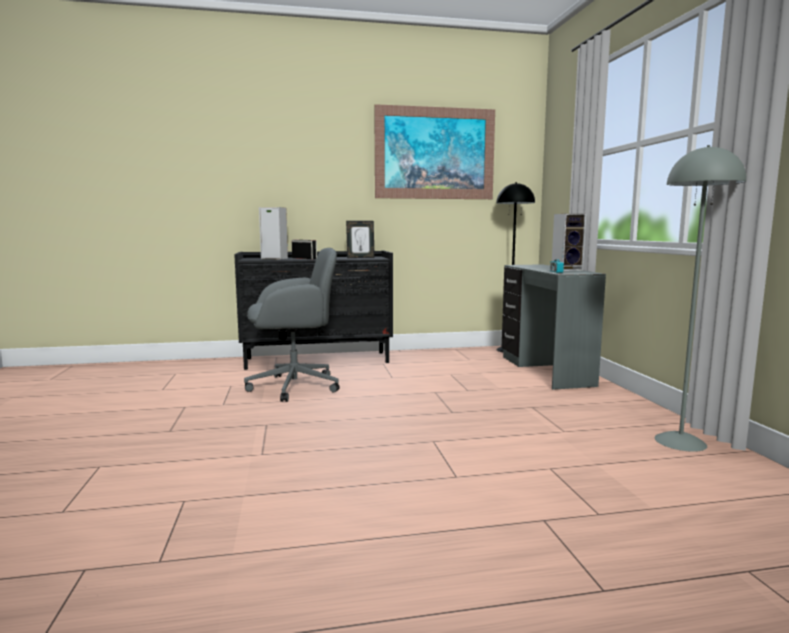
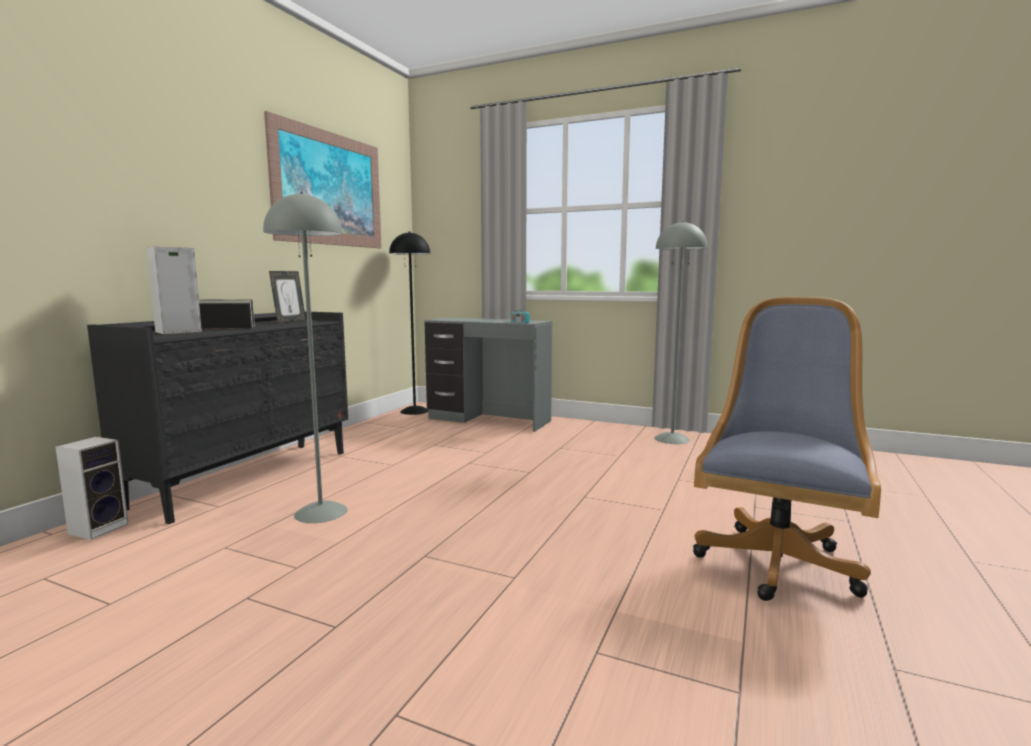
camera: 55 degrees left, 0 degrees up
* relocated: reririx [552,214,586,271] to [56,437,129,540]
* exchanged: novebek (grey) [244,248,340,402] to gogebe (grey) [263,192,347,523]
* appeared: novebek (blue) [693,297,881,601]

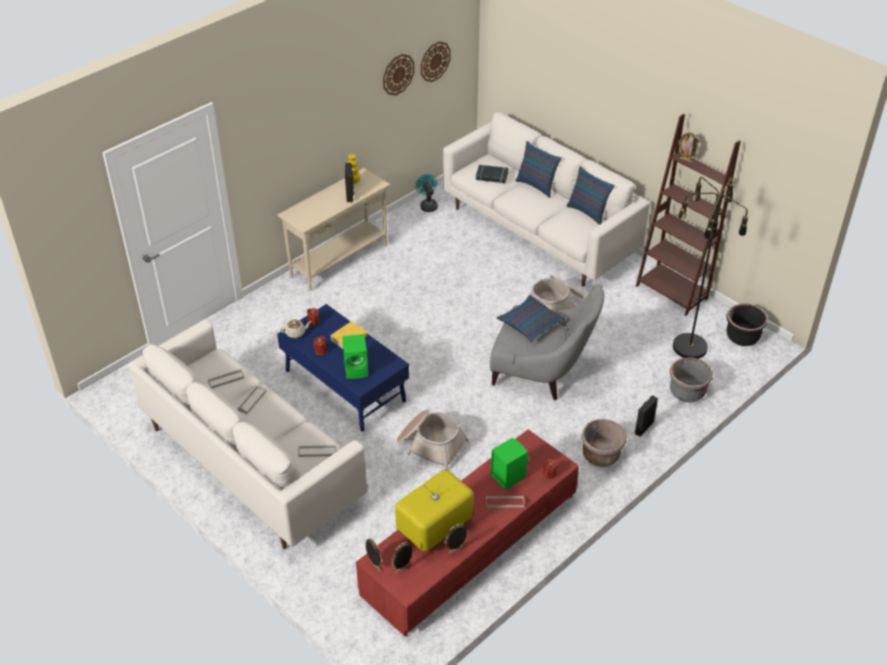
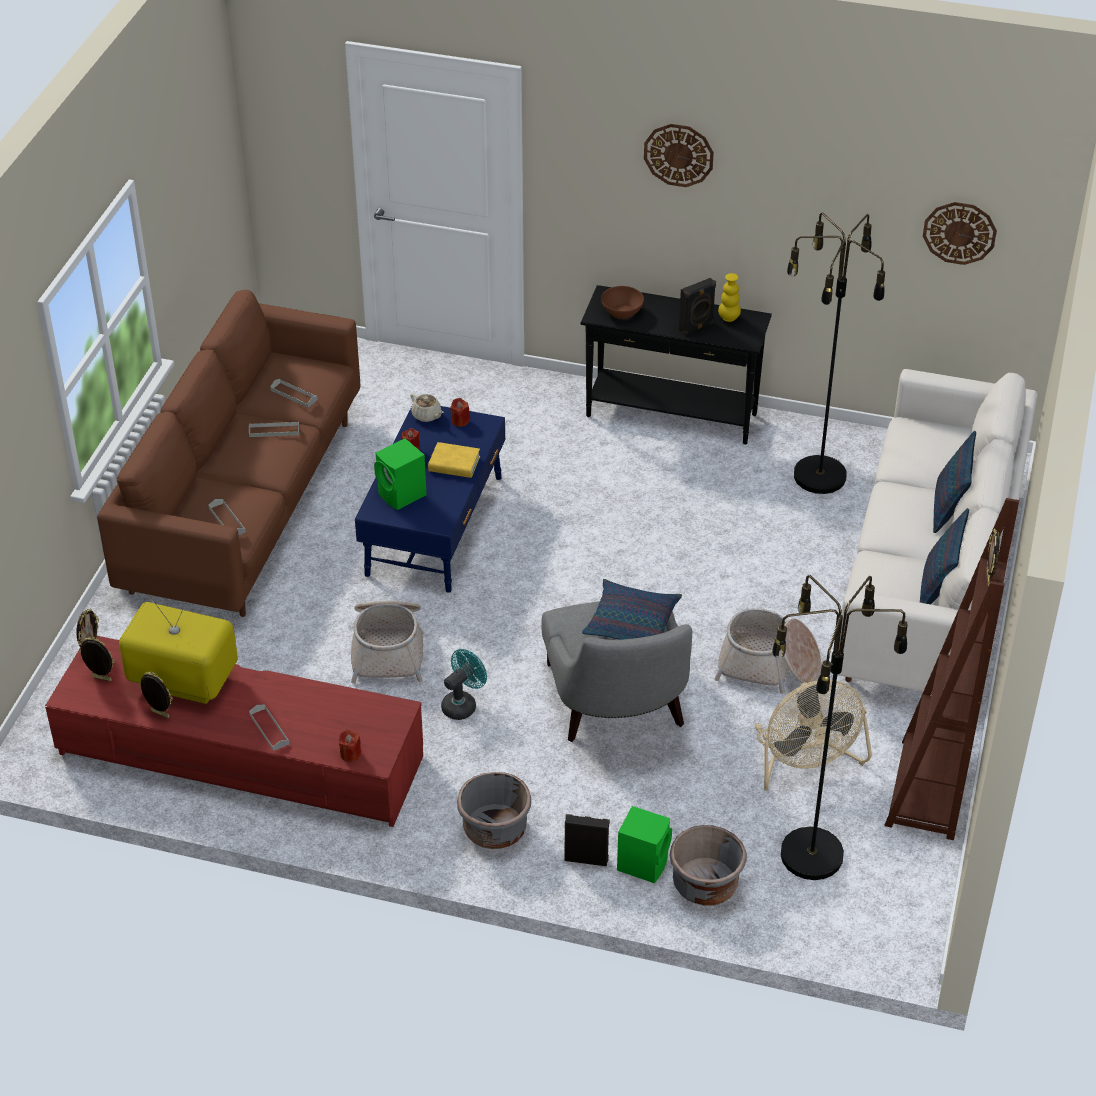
camera: 60 degrees right, 0 degrees up
* colour: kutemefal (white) [128,319,367,549] to kutemefal (brown) [97,290,360,617]
* relocated: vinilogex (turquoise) [415,174,438,212] to [441,649,487,720]
* colour: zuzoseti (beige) [277,168,390,291] to zuzoseti (black) [581,285,772,445]
* appeared: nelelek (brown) [601,286,644,319]
* relocated: reririx (green) [491,438,529,490] to [617,806,672,883]
* relocated: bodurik [383,54,414,96] to [644,124,714,187]
* appeared: vinilogex (beige) [755,680,872,791]
* appeared: gogebe [787,212,885,494]
* missing: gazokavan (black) [476,165,509,184]
* missing: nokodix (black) [726,304,768,346]

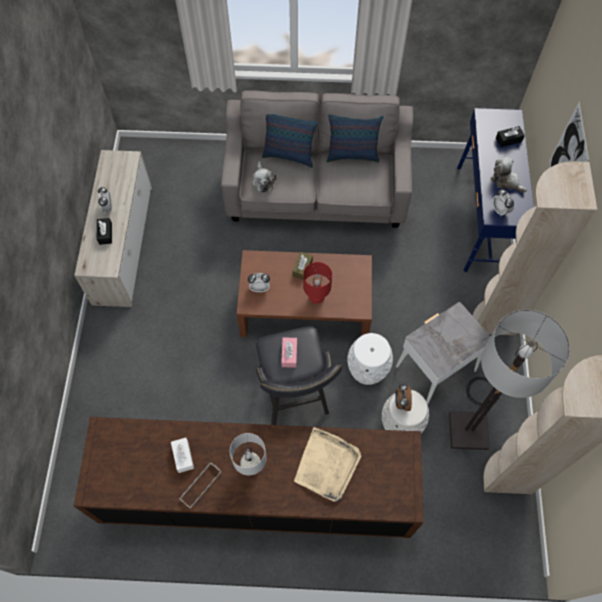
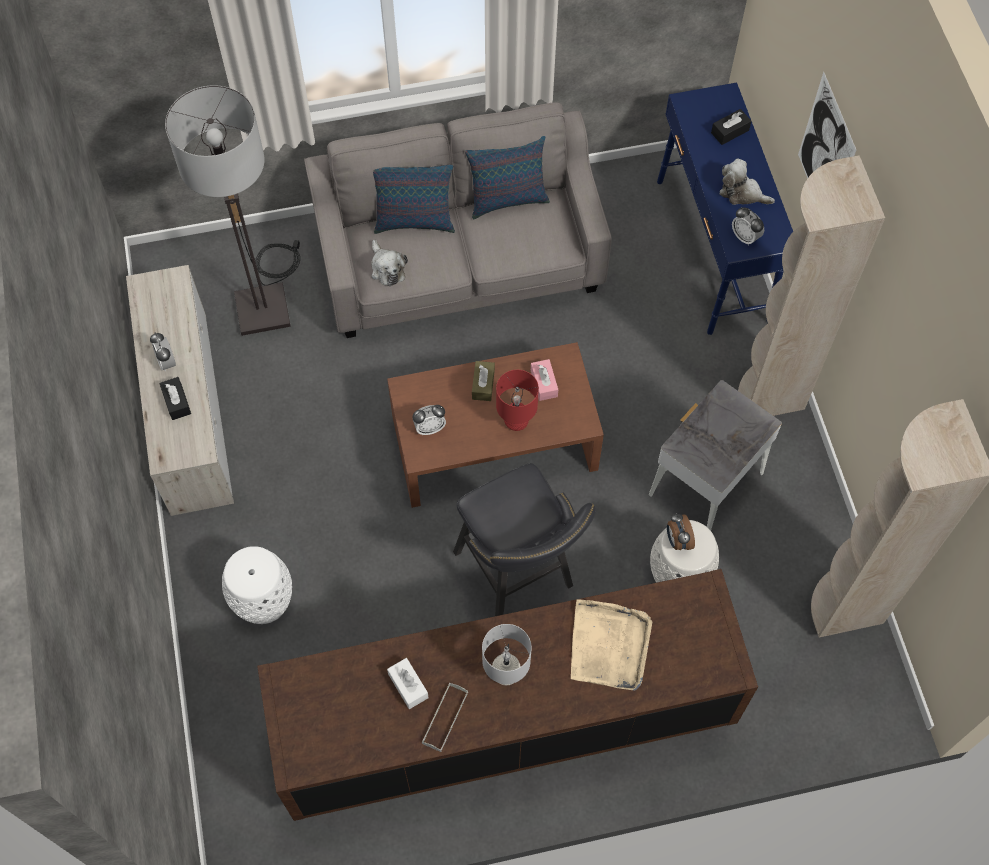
camera: 15 degrees left, 0 degrees up
* relocated: gogebe [449,310,570,450] to [165,85,300,336]
* relocated: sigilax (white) [347,333,393,385] to [222,546,292,624]
* relocated: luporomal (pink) [281,337,297,368] to [531,359,558,401]

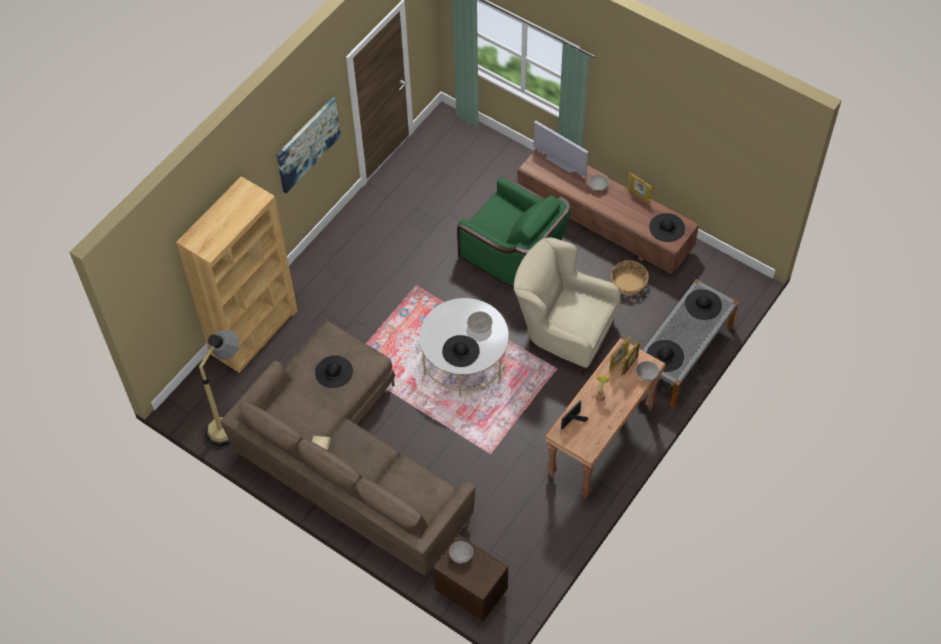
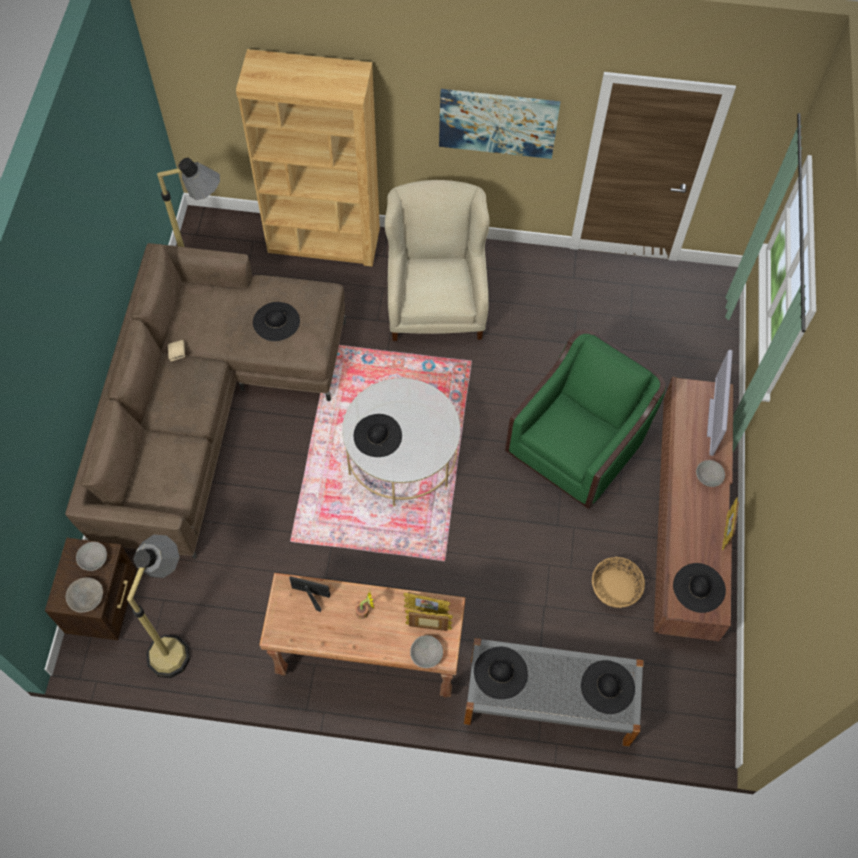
camera: 60 degrees right, 5 degrees up
* relocated: nelelek (grey) [467,311,493,333] to [66,577,103,613]
* appeared: gogebe [127,535,190,678]
* relocated: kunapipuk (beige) [514,238,621,375] to [385,180,489,341]
* spun: kunapipuk (green) [457,175,571,288] = [505,330,666,509] 150 degrees counterclockwise

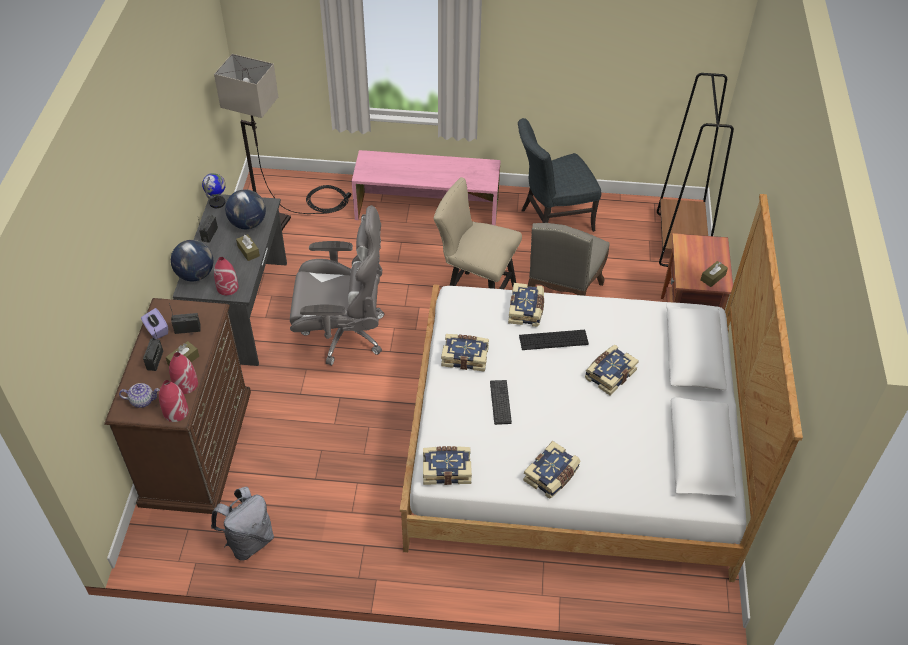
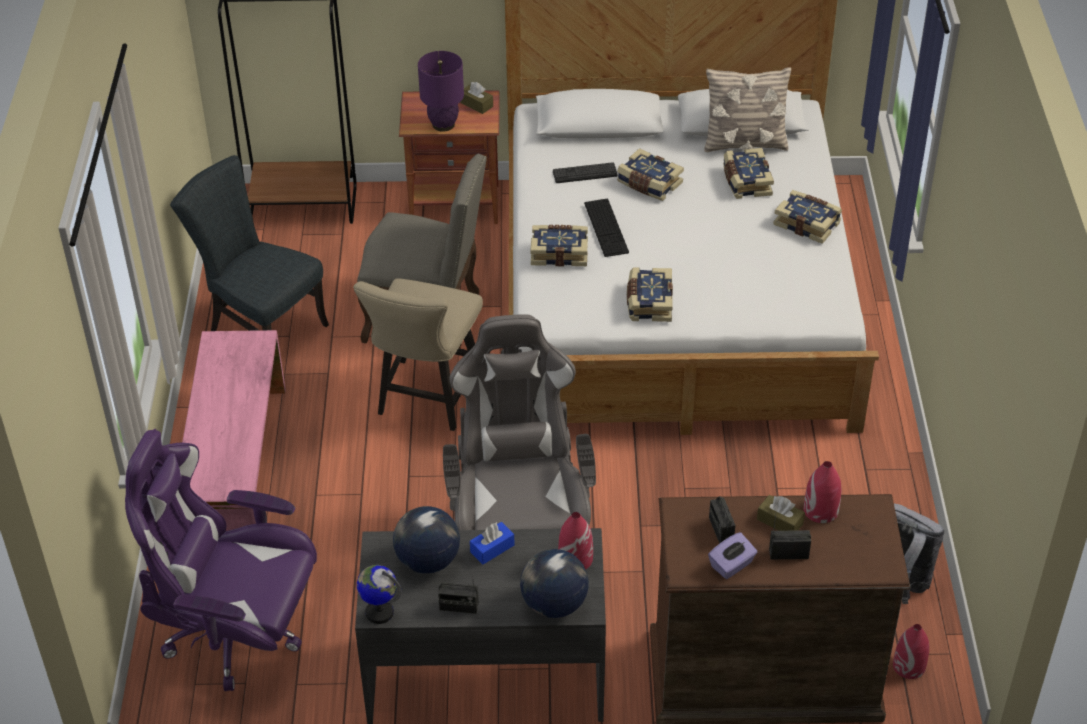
camera: 95 degrees left, 5 degrees down
* exchanged: gogebe [214,54,352,230] to novebek (purple) [125,429,317,691]
* spun: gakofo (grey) [518,118,601,232] = [170,155,329,331] 150 degrees clockwise
* appeared: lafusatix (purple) [418,51,464,132]
* colour: luporomal (brown) [236,234,260,261] to luporomal (blue) [470,522,515,564]
* relocated: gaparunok [490,380,512,425] to [553,162,618,183]
* appeared: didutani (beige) [704,67,791,152]
* relocated: gazokavan [423,446,472,485] to [723,148,774,199]
* relocated: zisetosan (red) [159,380,189,422] to [893,624,929,679]
* missing: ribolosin [119,383,160,408]

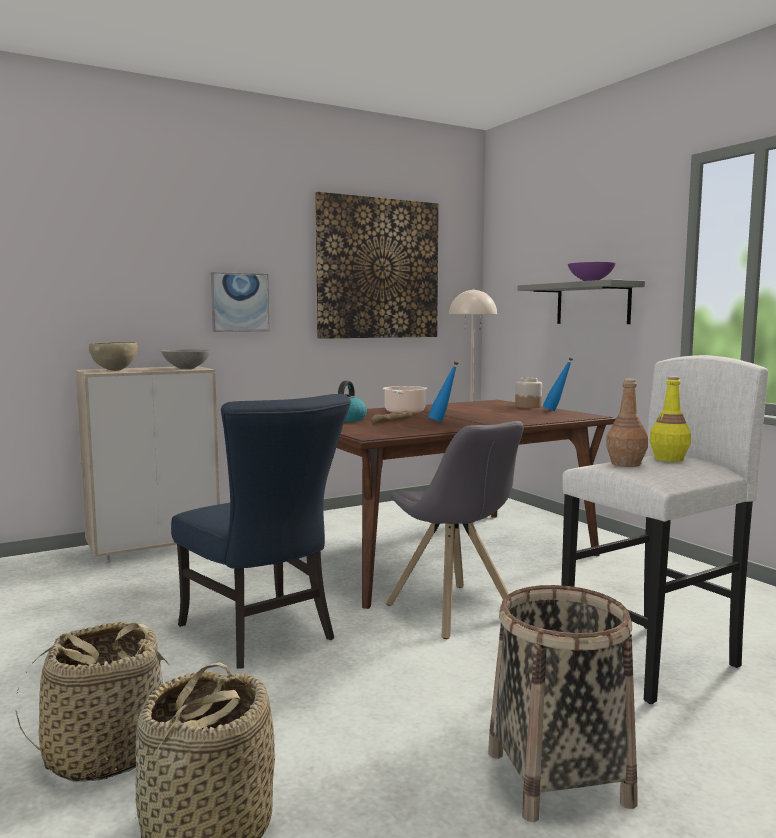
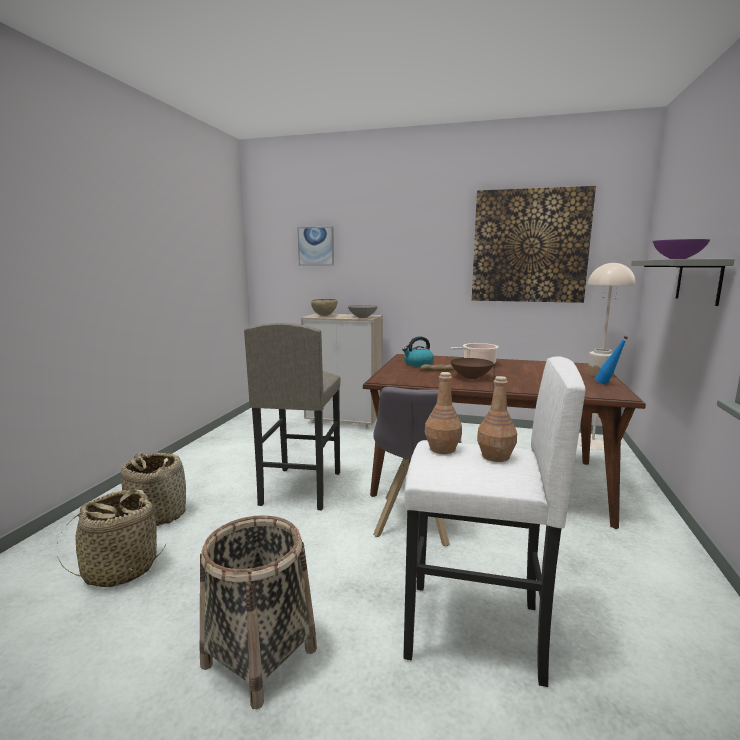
camera: 45 degrees right, 5 degrees up
* exchanged: gakofo (blue) [171,394,351,669] to sigilax (grey) [244,323,340,510]
* relocated: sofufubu [211,272,270,332] to [297,227,334,265]
* exchanged: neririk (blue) [428,362,458,422] to nelelek (brown) [451,358,494,379]
* colour: neririk (yellow) [650,376,691,462] to neririk (brown) [477,376,517,462]

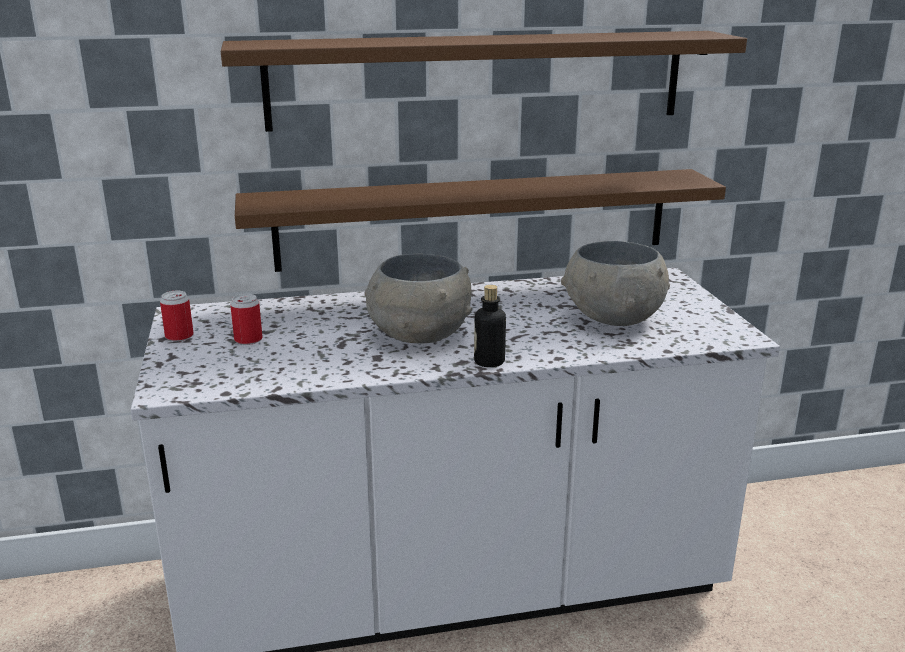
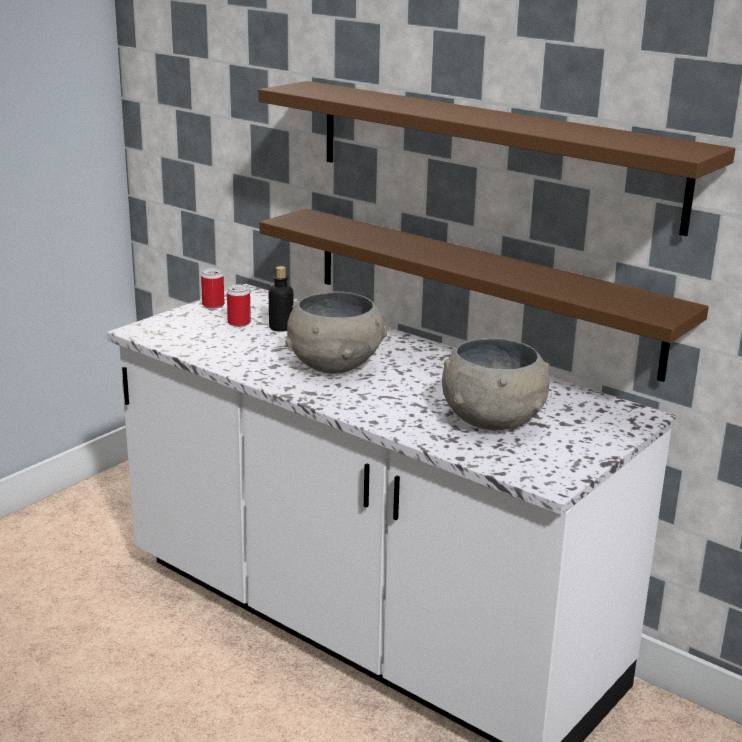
camera: 50 degrees right, 0 degrees up
* relocated: neririk [474,285,506,367] to [269,266,294,332]

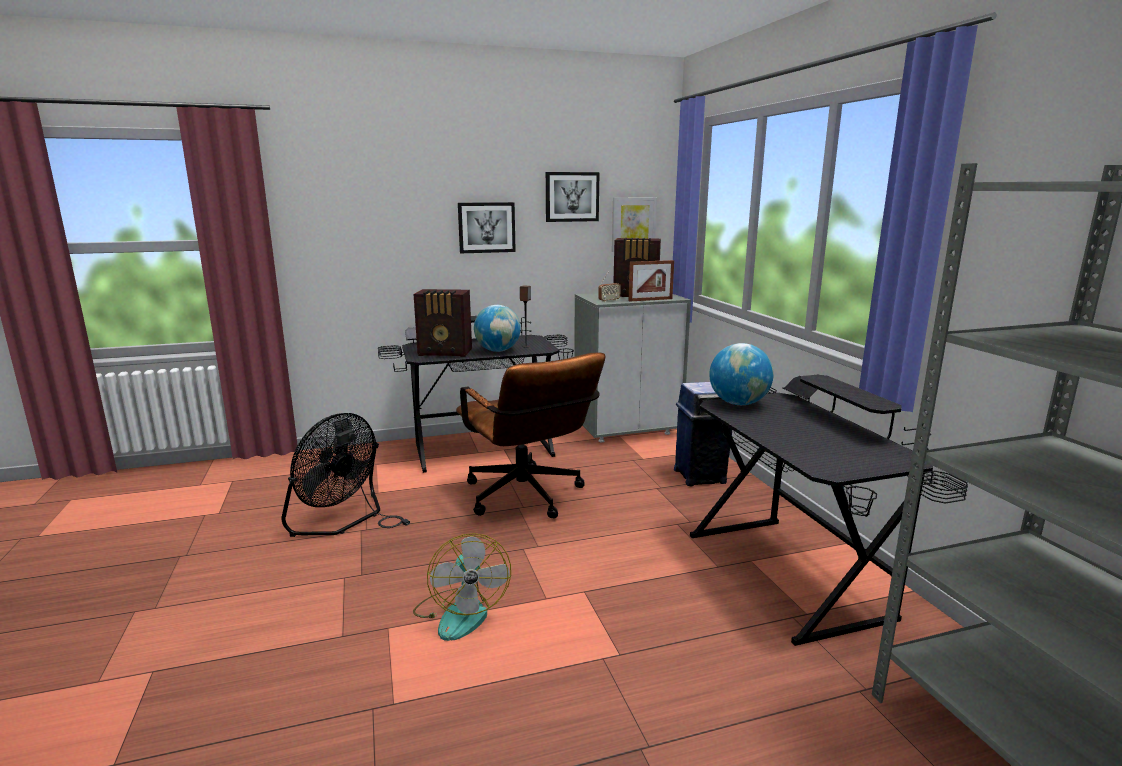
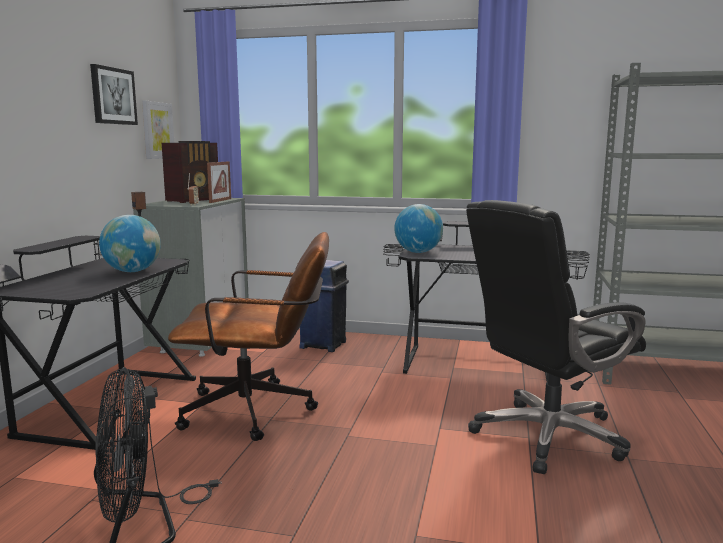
camera: 60 degrees left, 5 degrees down
* appeared: novebek (black) [466,200,646,474]
* missing: vinilogex [413,533,511,641]
* missing: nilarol [414,289,472,357]
* missing: sofufubu [458,202,516,253]

